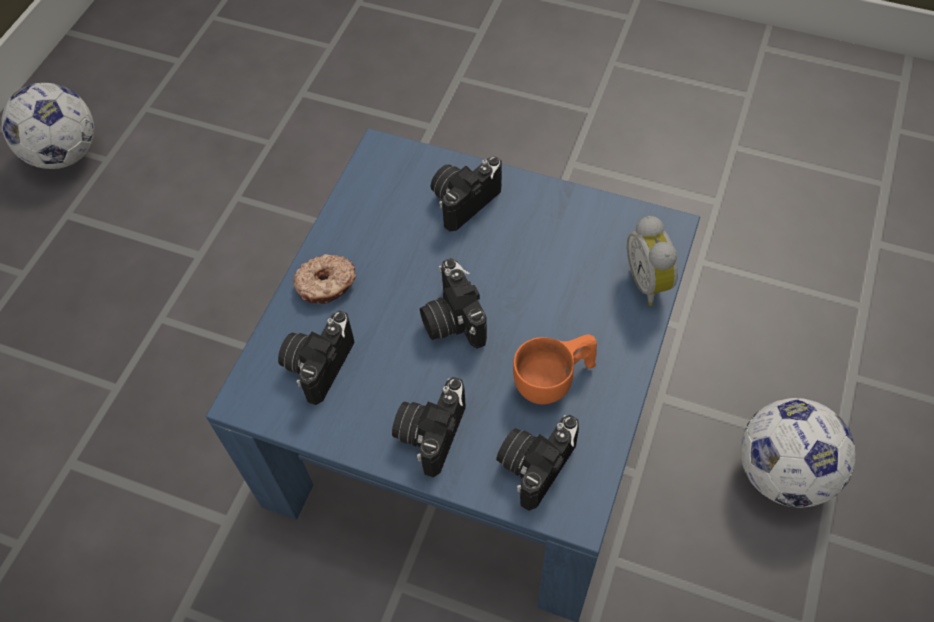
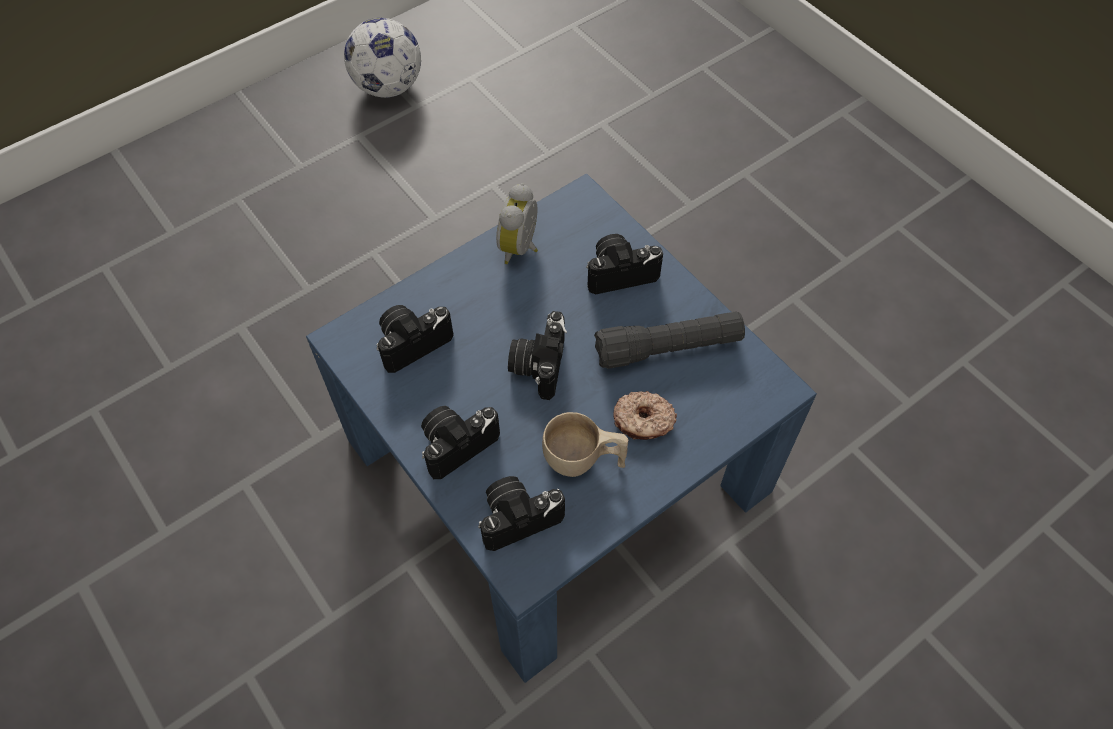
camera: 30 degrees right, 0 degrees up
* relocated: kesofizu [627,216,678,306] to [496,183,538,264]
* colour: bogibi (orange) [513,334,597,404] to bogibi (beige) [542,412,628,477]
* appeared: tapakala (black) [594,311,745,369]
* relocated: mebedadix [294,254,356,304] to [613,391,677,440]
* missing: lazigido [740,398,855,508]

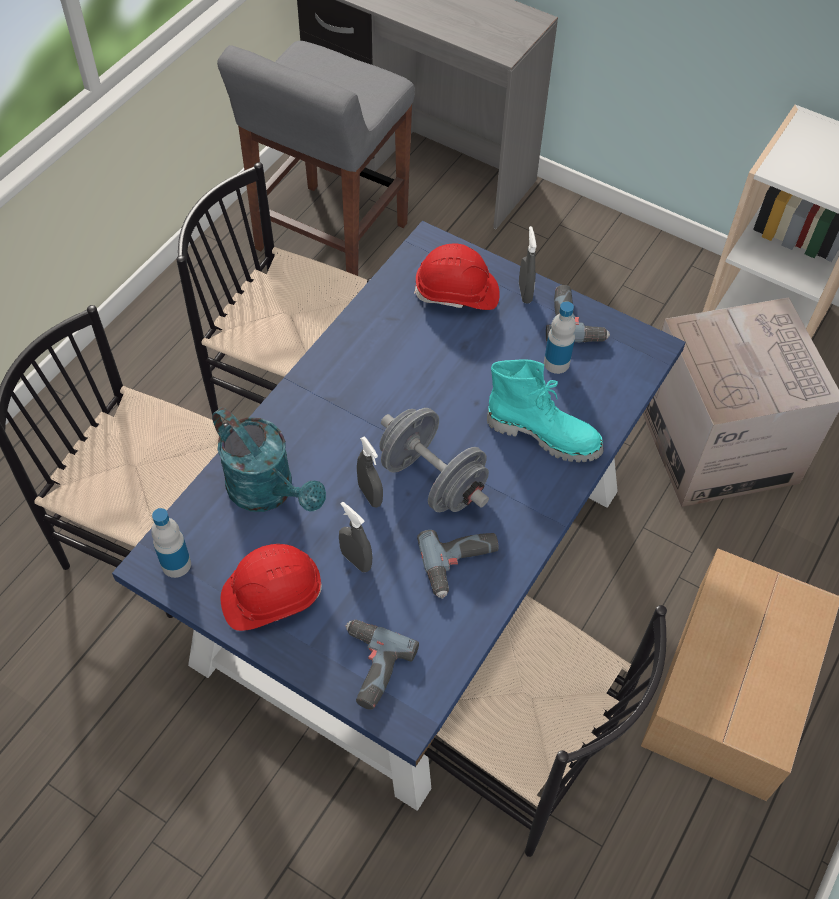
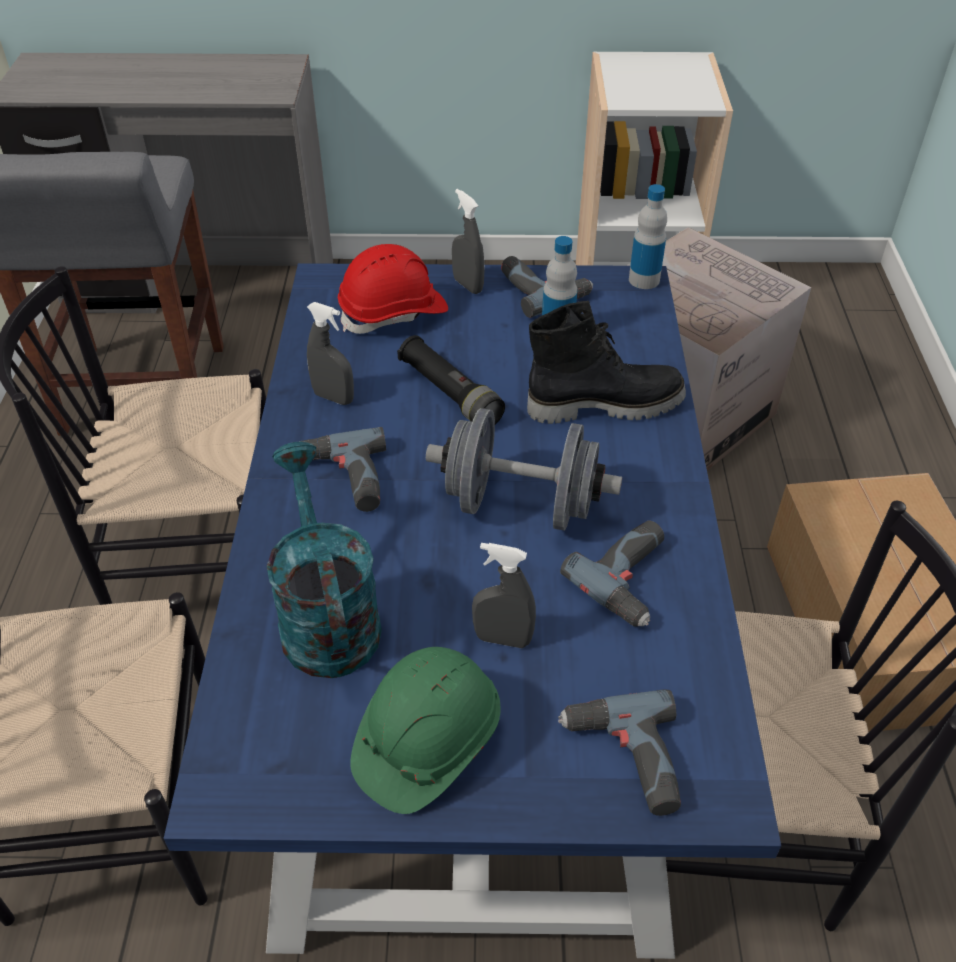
camera: 30 degrees left, 10 degrees down
* spun: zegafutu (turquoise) [212,407,326,512] = [267,442,382,678] 120 degrees counterclockwise
* appeared: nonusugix [300,427,386,512]
* relocated: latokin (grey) [357,436,383,508] to [307,302,354,405]
* colour: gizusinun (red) [221,544,322,631] to gizusinun (green) [350,647,500,814]
* appeared: tapakala (black) [397,335,505,424]
* colour: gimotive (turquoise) [487,359,604,462] to gimotive (black) [527,301,686,424]
* relocated: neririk [151,508,191,578] to [629,184,667,289]

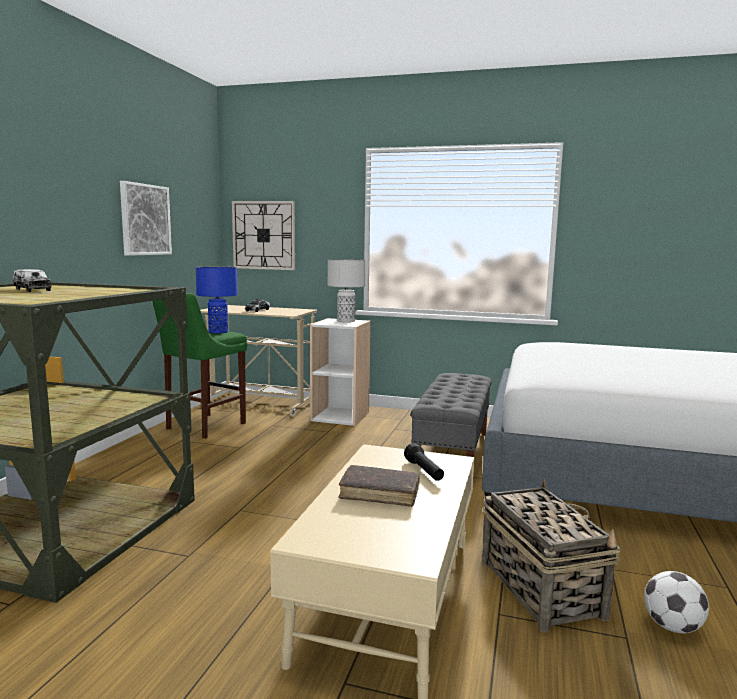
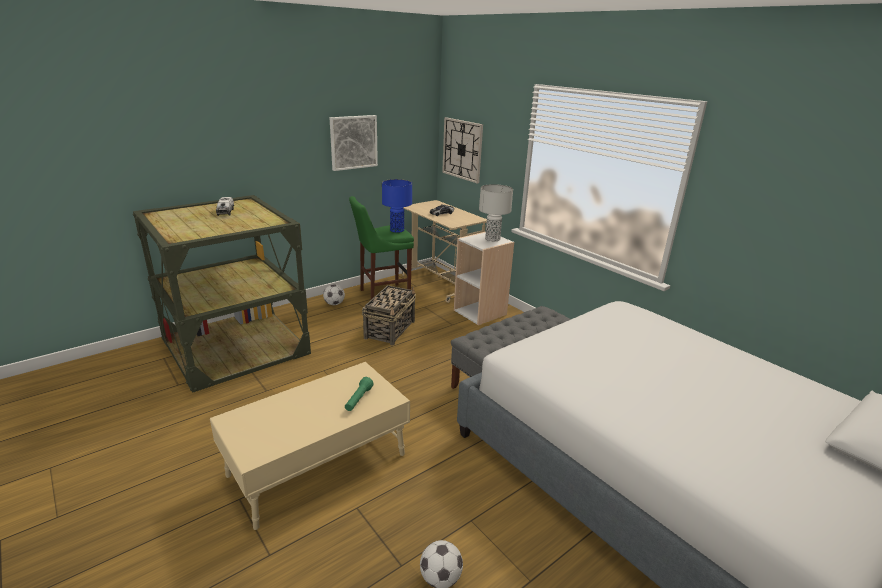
camera: 35 degrees right, 15 degrees up
* appeared: lazigido [323,284,345,305]
* colour: tapakala (black) [404,443,444,481] to tapakala (green) [345,377,374,411]
* relocated: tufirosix [482,479,621,633] to [362,285,416,346]
* missing: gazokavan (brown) [339,465,420,507]

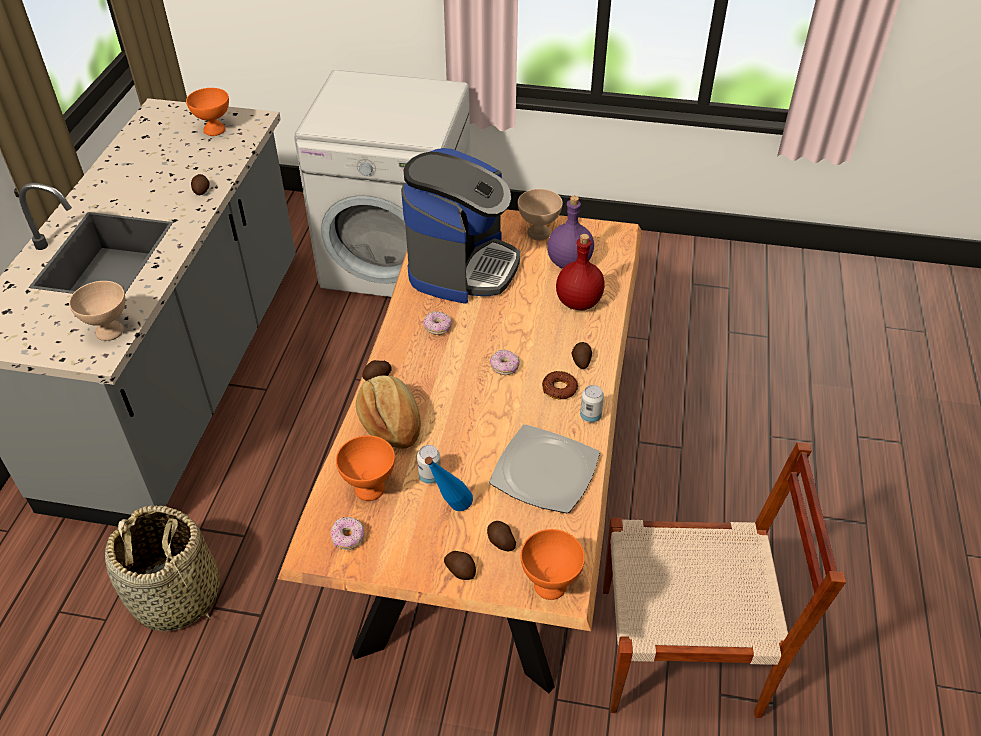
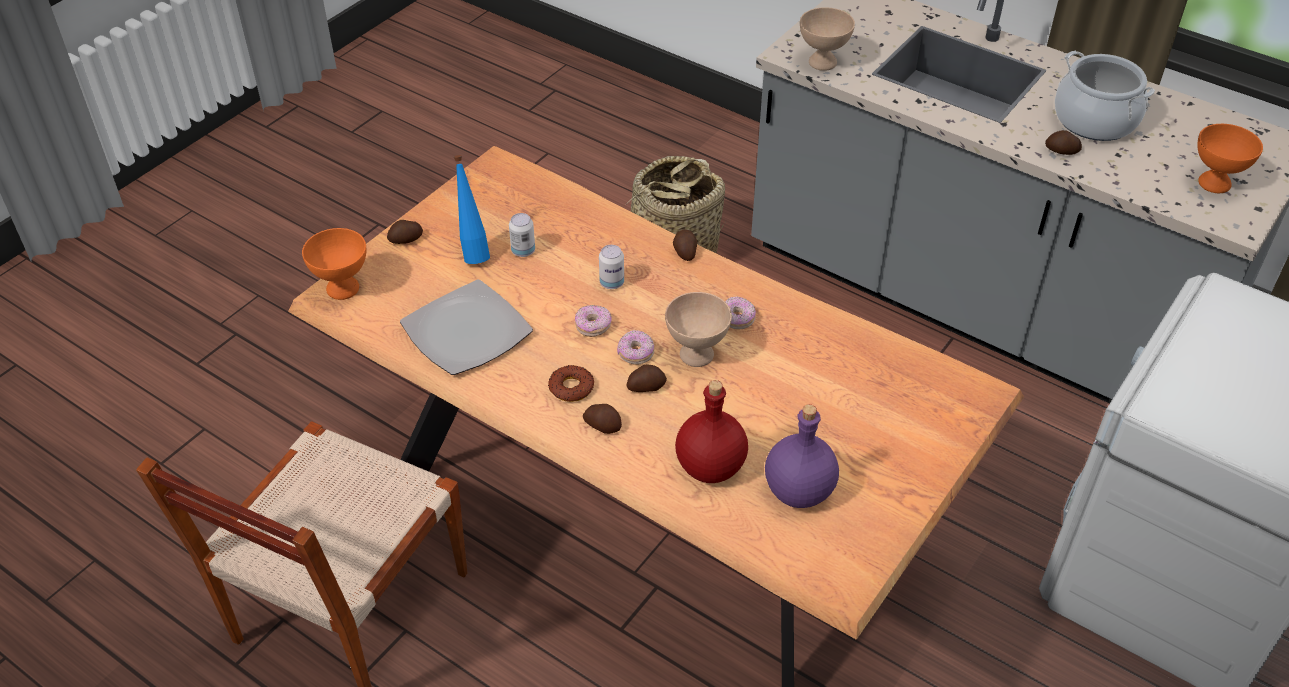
camera: 115 degrees right, 0 degrees up
* relocated: mebedadix [331,517,365,550] to [575,305,612,337]
* relocated: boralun [580,385,604,423] to [599,245,624,289]
* relocated: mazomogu [487,521,516,552] to [627,364,667,392]
* relocated: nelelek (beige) [518,189,563,240] to [665,292,732,367]
* appeared: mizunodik [1055,51,1155,141]
* missing: nelelek (orange) [336,435,395,501]
* missing: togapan [356,376,421,449]
* missing: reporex [401,148,520,304]

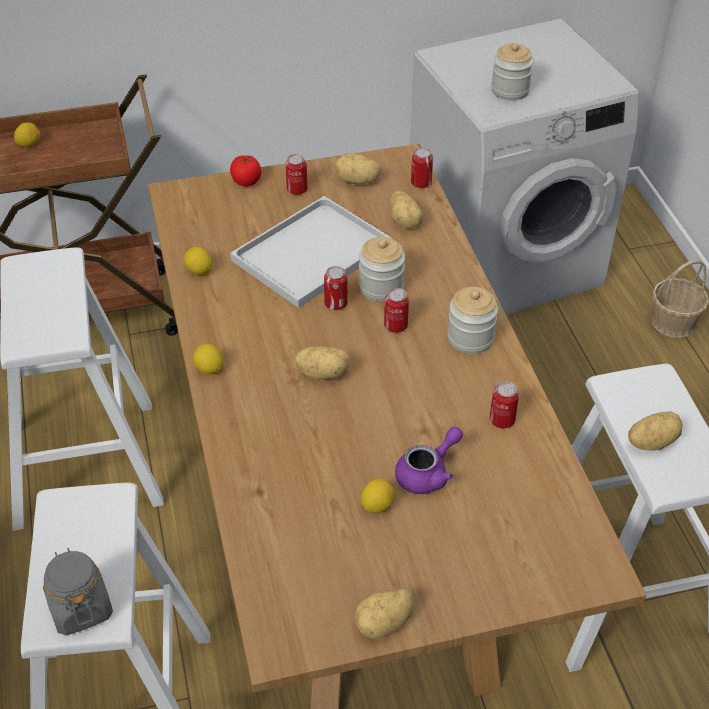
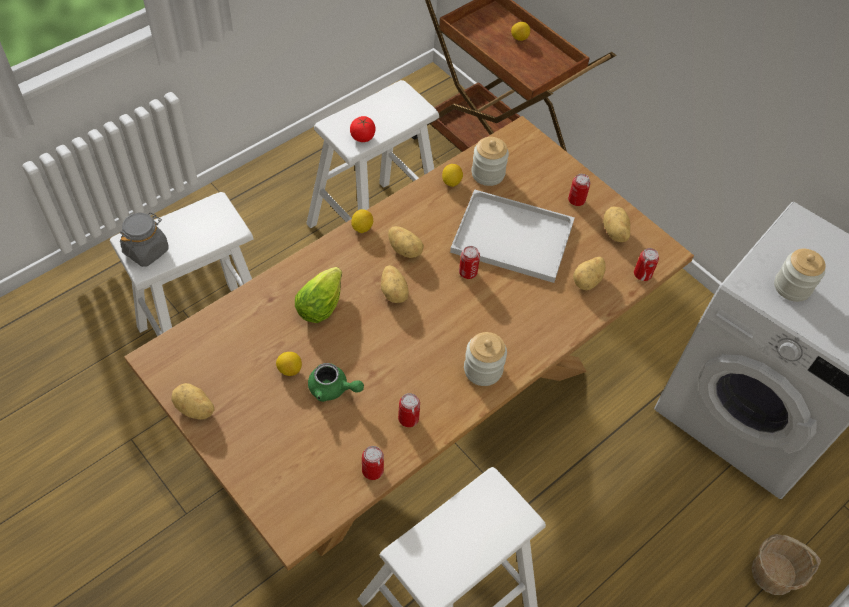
camera: 60 degrees right, 10 degrees up
* appeared: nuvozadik [295,267,342,323]
* colour: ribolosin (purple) [395,426,463,494] to ribolosin (green) [308,363,364,402]
* relocated: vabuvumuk [230,155,261,187] to [350,116,376,142]
* relocated: boralun [384,288,409,333] to [362,446,384,480]
* relocated: mazomogu [628,411,683,450] to [388,226,424,258]
* relocated: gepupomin [359,237,405,302] to [471,137,509,186]

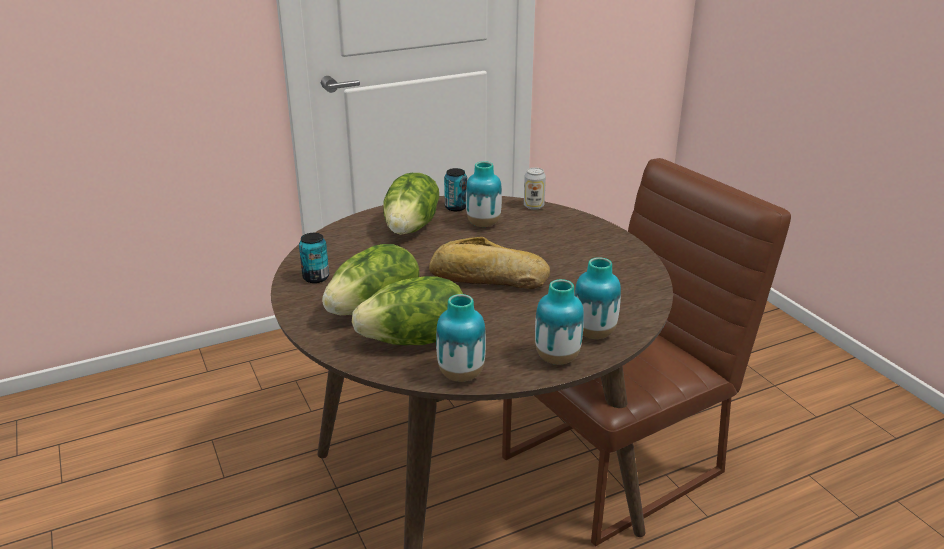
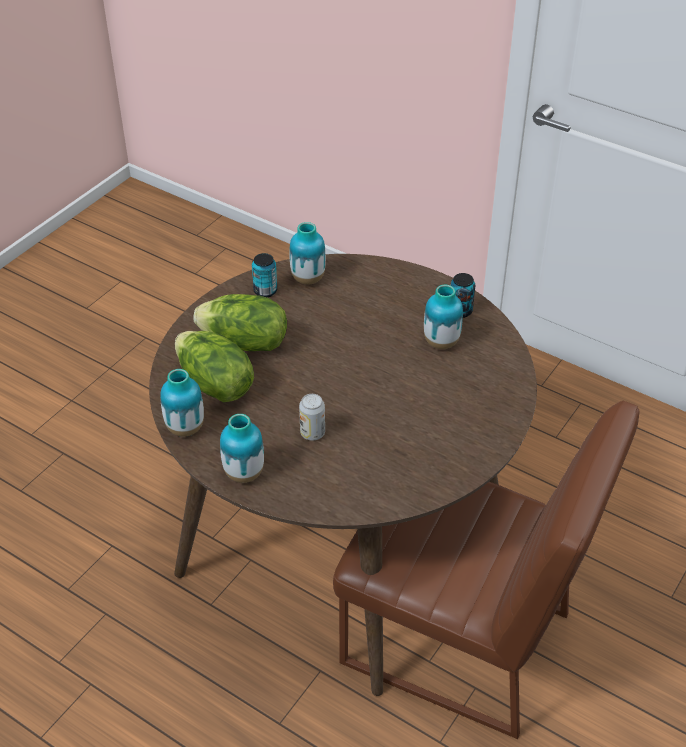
camera: 60 degrees right, 15 degrees up
* relocated: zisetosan [574,257,621,339] to [289,222,326,285]
* relocated: boralun [524,168,546,210] to [299,394,325,441]
* missing: nuvozadik [383,173,439,235]
* missing: togapan [429,237,550,289]

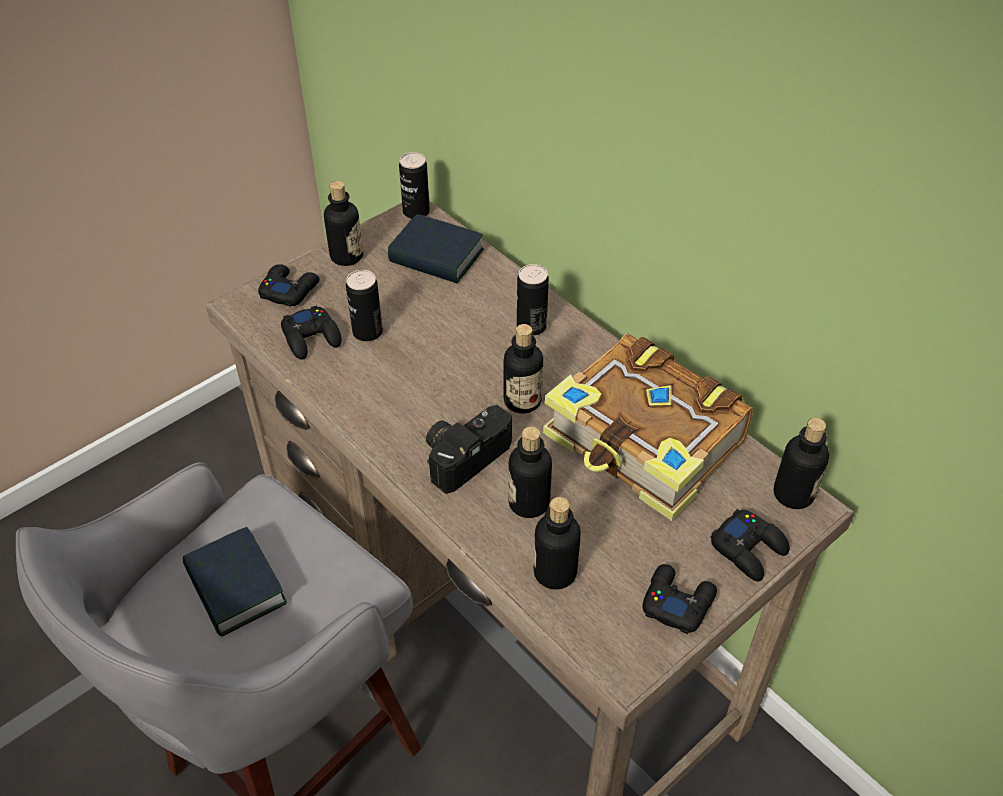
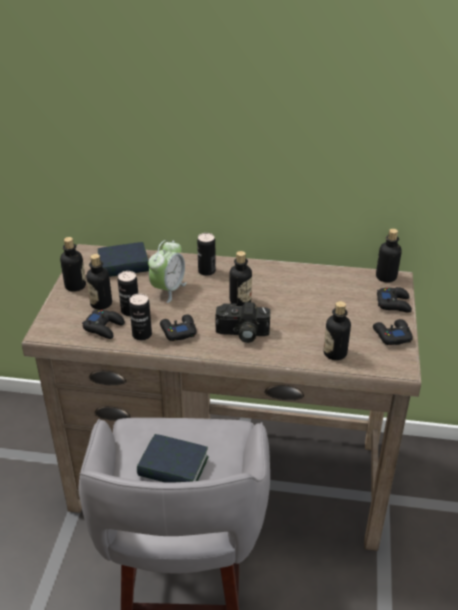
camera: 40 degrees left, 10 degrees down
* relocated: neririk [508,427,552,518] to [86,254,112,310]
* relocated: boralun [399,152,430,219] to [129,293,152,340]
* appeared: kesofizu [148,240,187,303]
* relocated: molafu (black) [258,264,320,307] to [160,314,196,341]
* spun: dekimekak [426,405,512,494] = [215,302,270,343] 90 degrees counterclockwise
* missing: gazokavan [543,334,753,521]

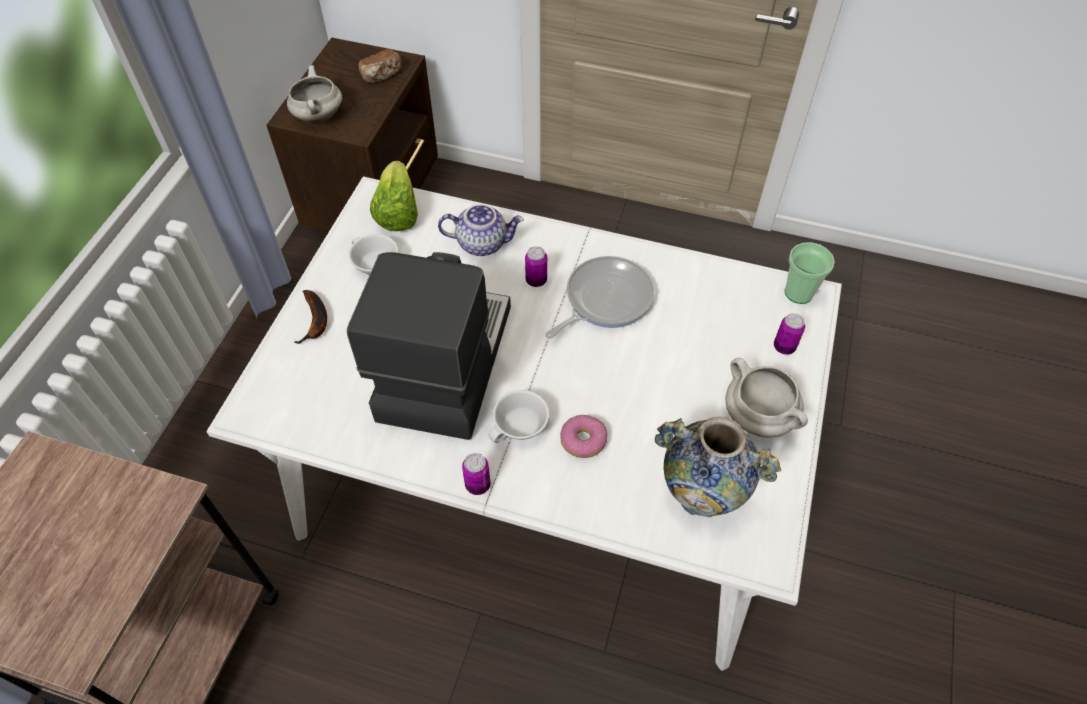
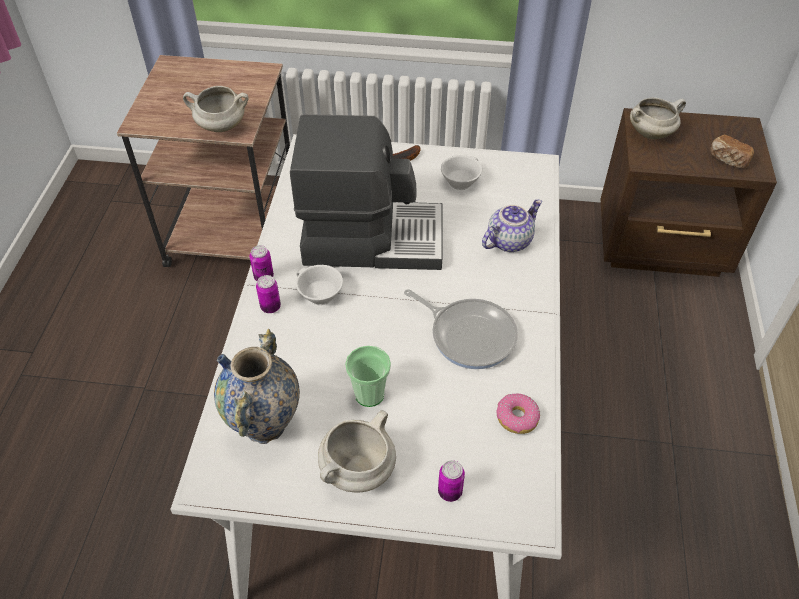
camera: 80 degrees right, 5 degrees down
* appeared: mizunodik (white) [183,86,248,132]
* relocated: boralun [525,246,547,287] to [256,275,281,313]
* relocated: bogibi [785,243,835,304] to [345,346,391,407]
* spun: ribolosin [438,204,524,256] = [482,200,542,252] 120 degrees counterclockwise
* relocated: mebedadix [560,415,607,458] to [497,393,540,434]
* missing: nuvozadik [370,161,418,231]

